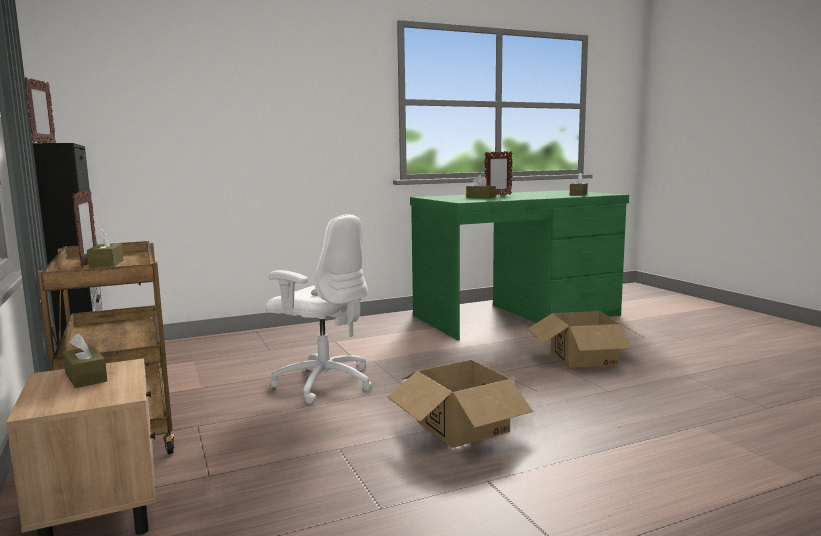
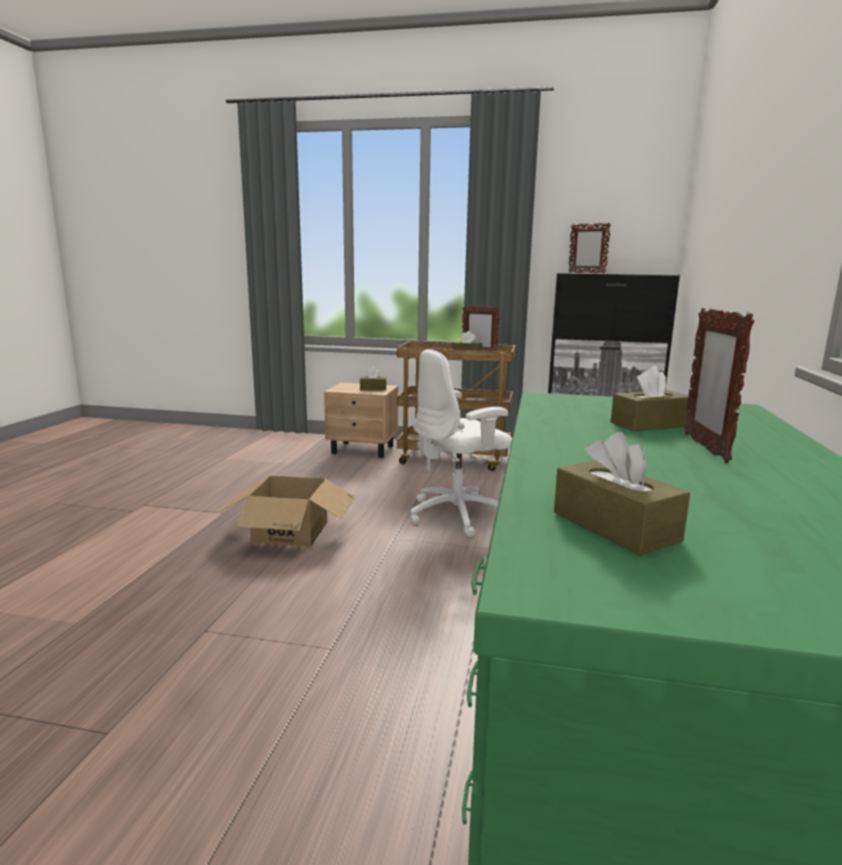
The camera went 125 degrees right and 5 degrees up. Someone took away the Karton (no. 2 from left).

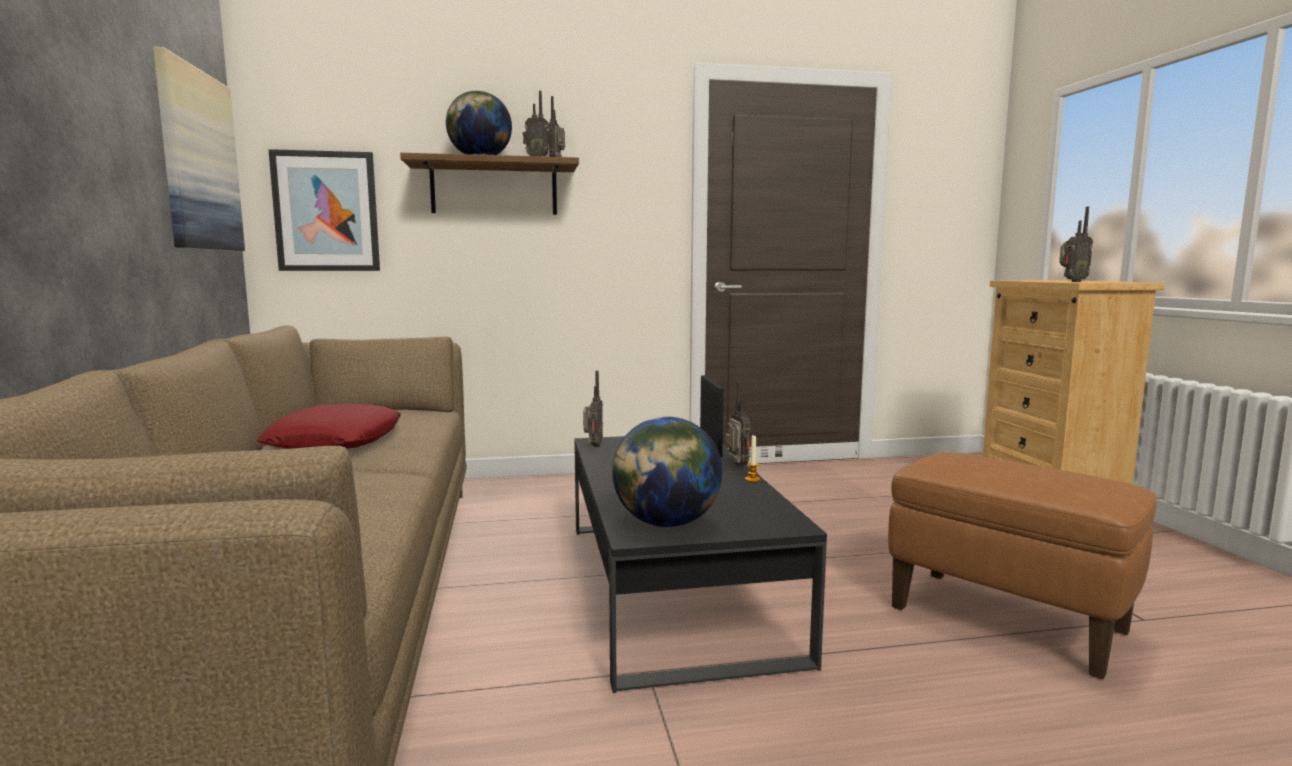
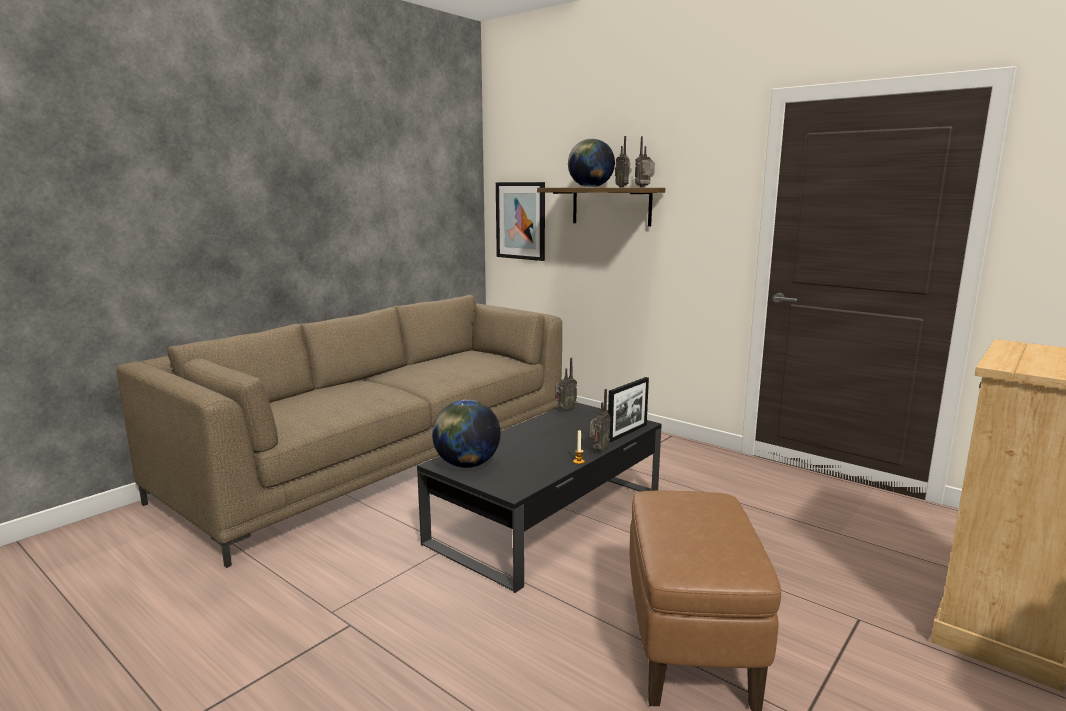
The camera went 50 degrees right and 5 degrees up. Someone took away the Bild (no. 1 from left). Someone took away the Kissen [rot]. Someone took away the Radio (no. 5 from left).

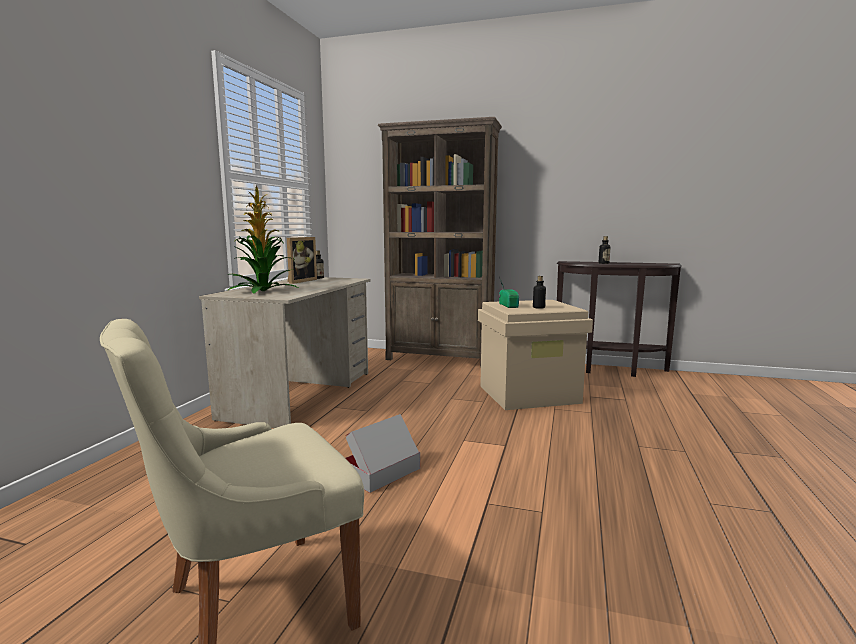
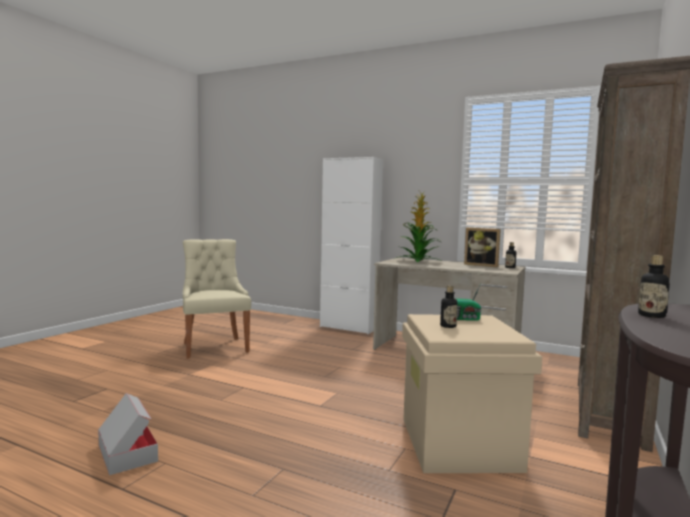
The camera went 100 degrees right and 5 degrees down. Someone carried the Karton. Someone put down the Schrank [weiß].

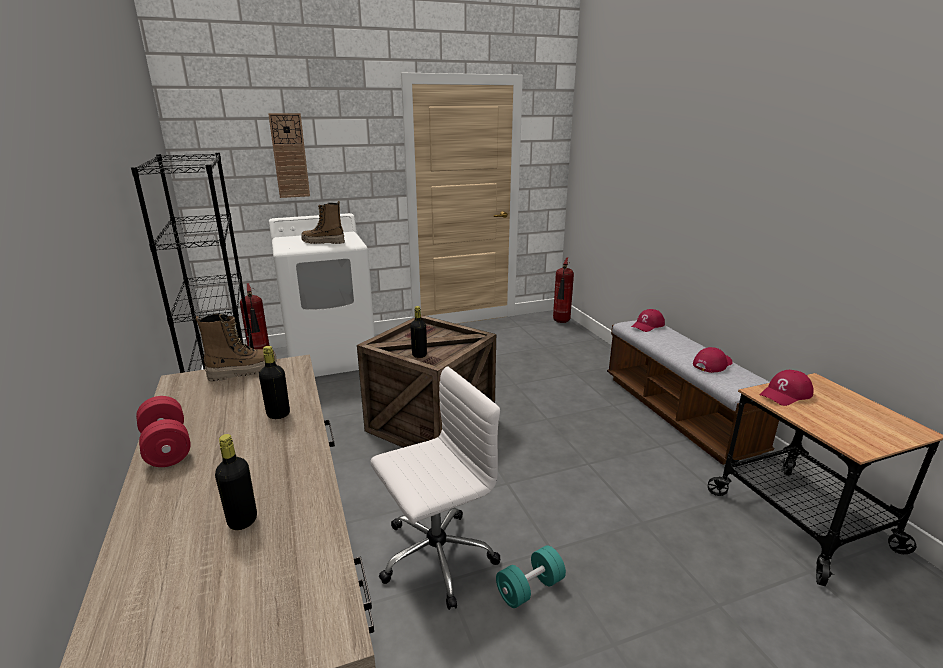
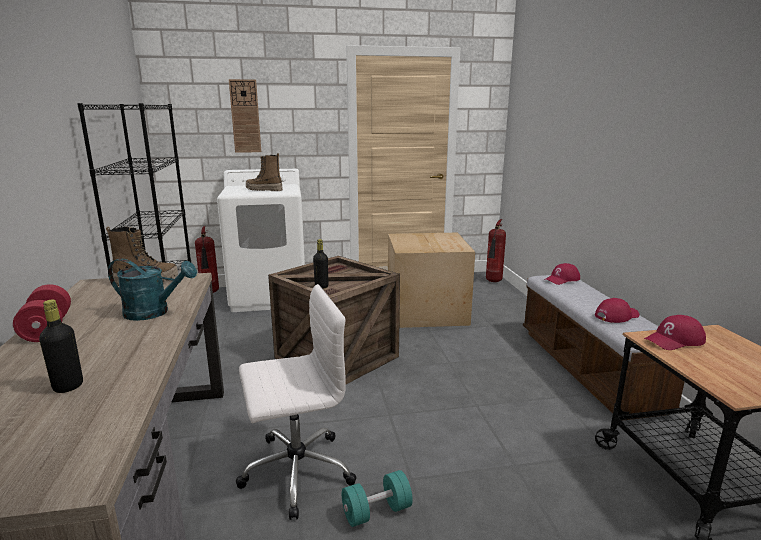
The camera went 10 degrees right and 5 degrees down. Someone swapped the Flasche [schwarz] (no. 2 from left) for the Gießkanne [türkis]. Someone put down the Karton.

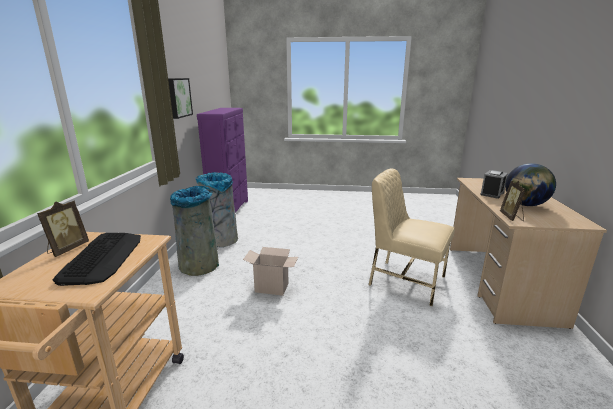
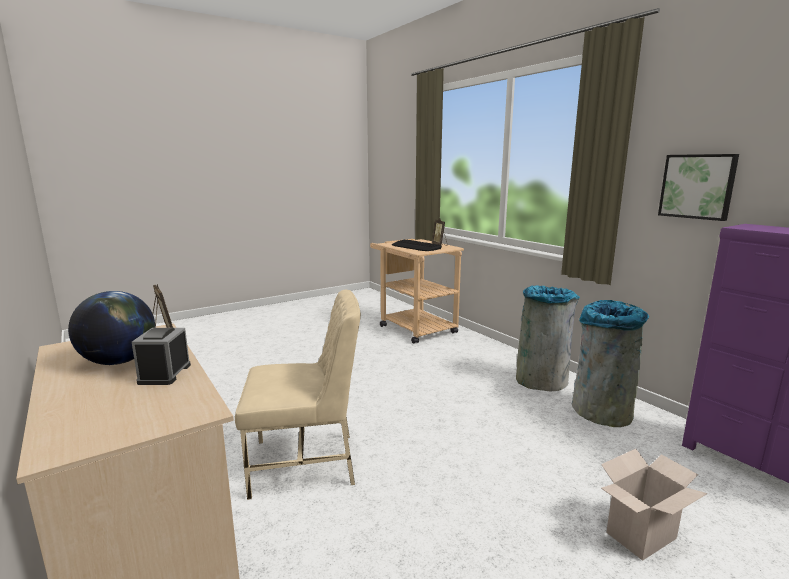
The camera went 140 degrees right and 5 degrees down. Someone carried the Karton.

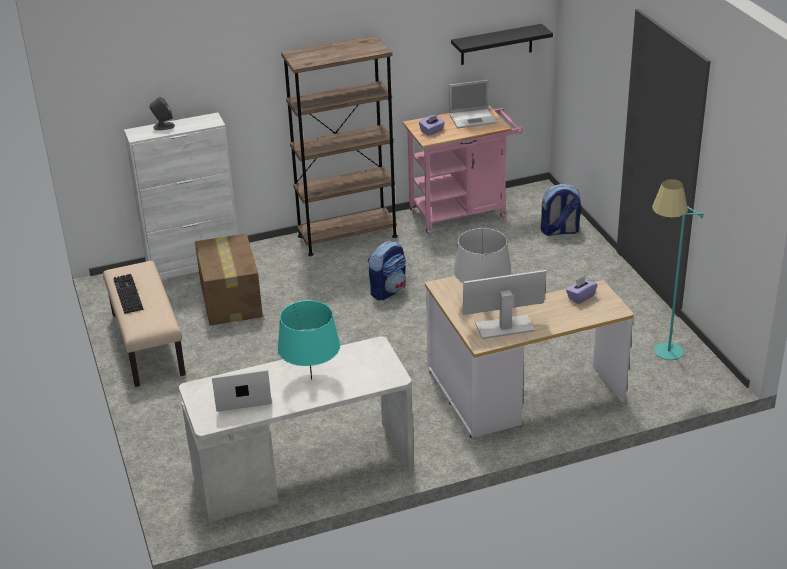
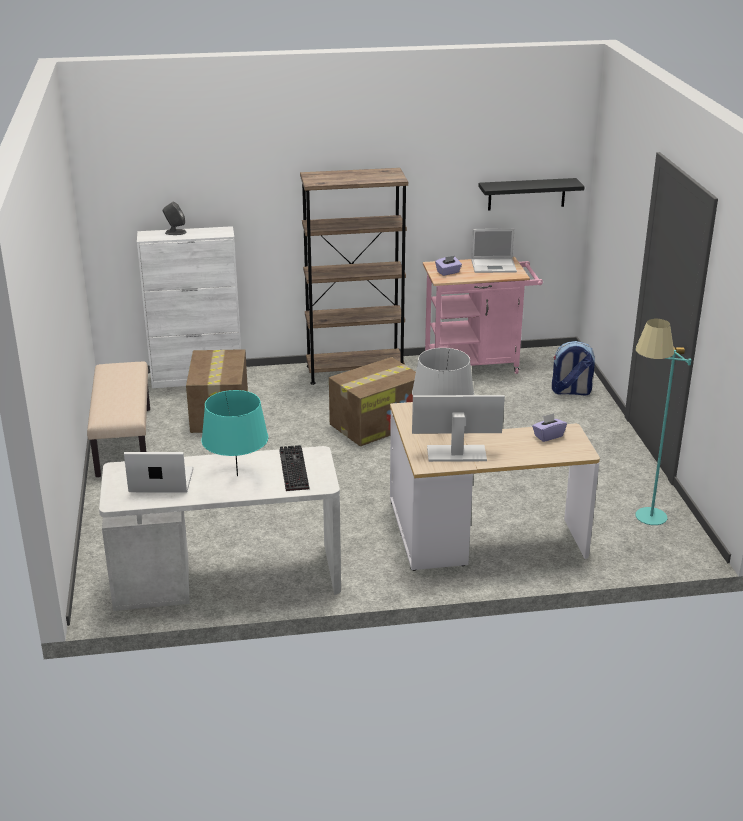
The camera went 10 degrees right and 5 degrees down. Someone carried the Tastatur. Someone swapped the Rucksack (no. 1 from left) for the Karton (no. 2 from left).

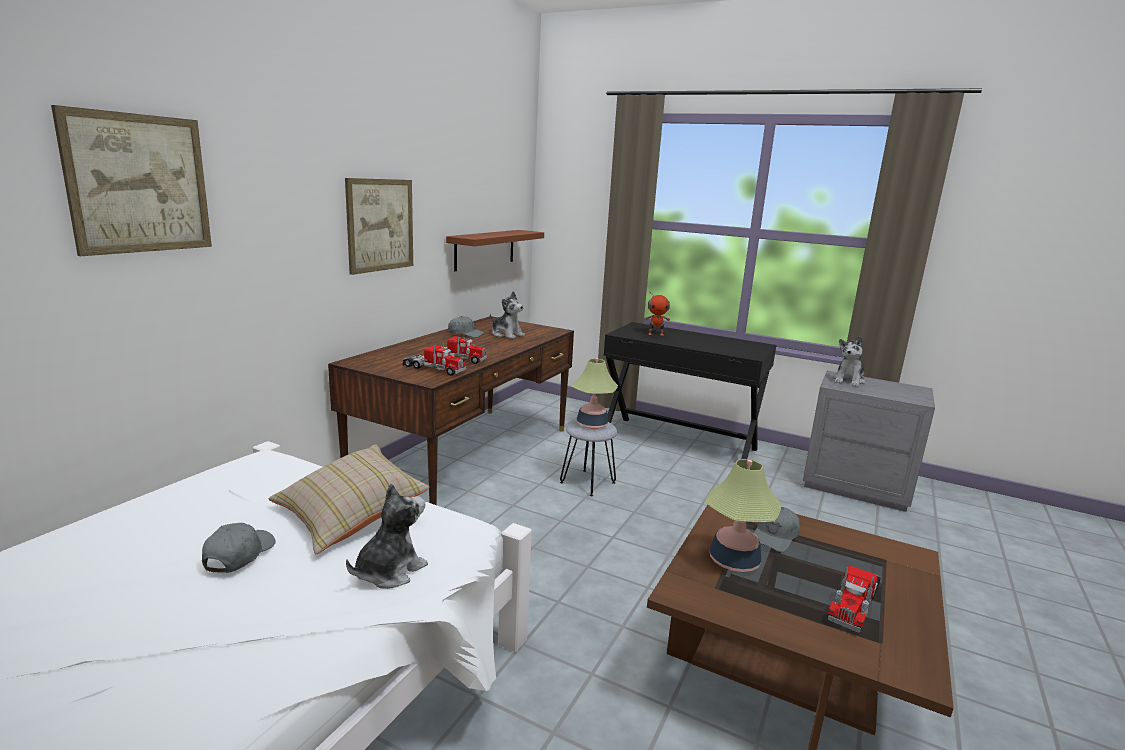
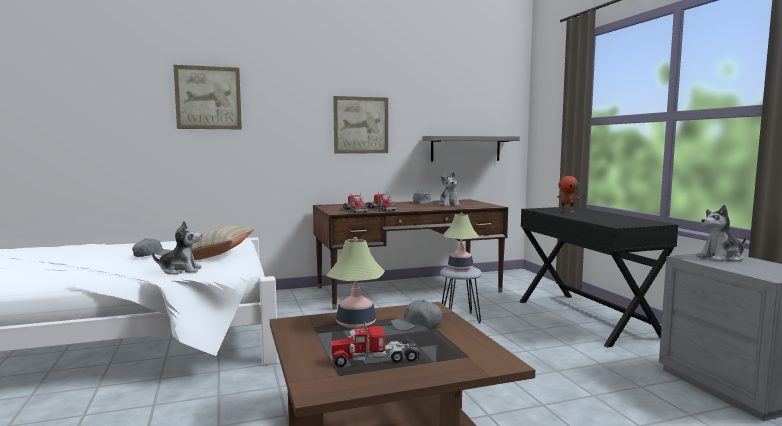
The camera went 45 degrees right and 10 degrees down. Someone repainted the Wandregal [braun], which became the Wandregal [grau].

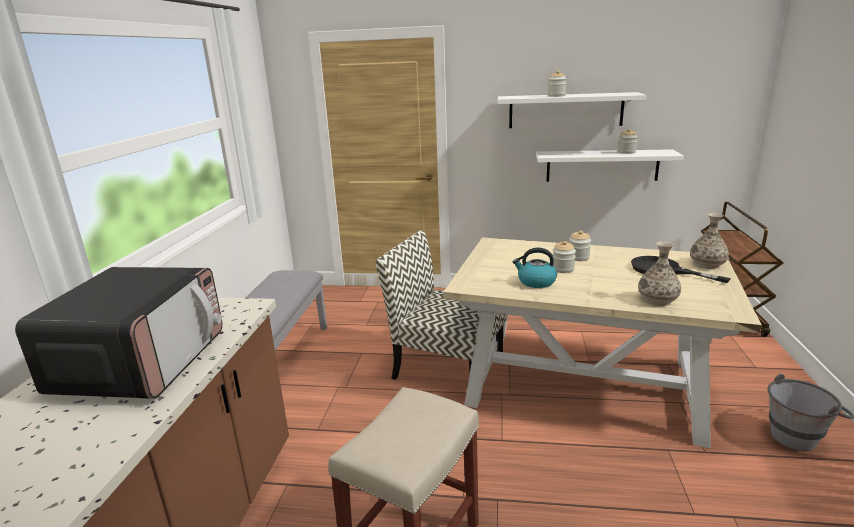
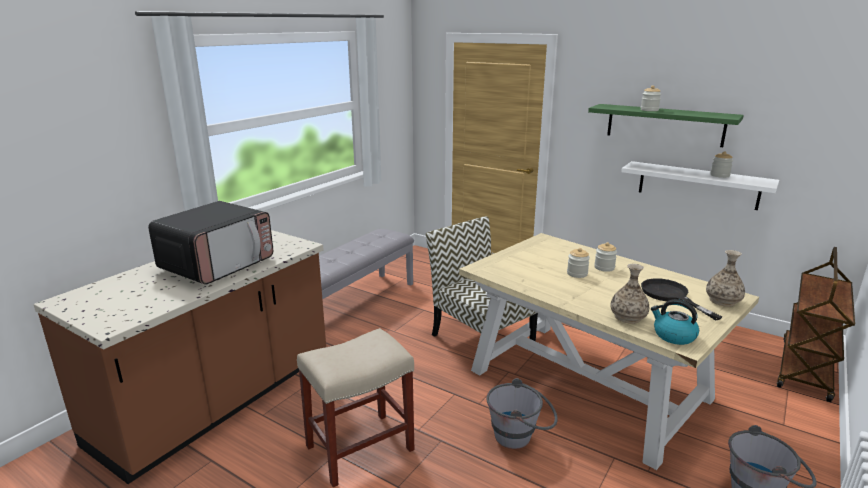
The camera went 25 degrees right and 0 degrees up. Someone put down the Eimer [grau] (no. 1 from left). Someone repainted the Wandregal [weiß] (no. 1 from left), which became the Wandregal [grün]. Someone carried the Wasserkessel.

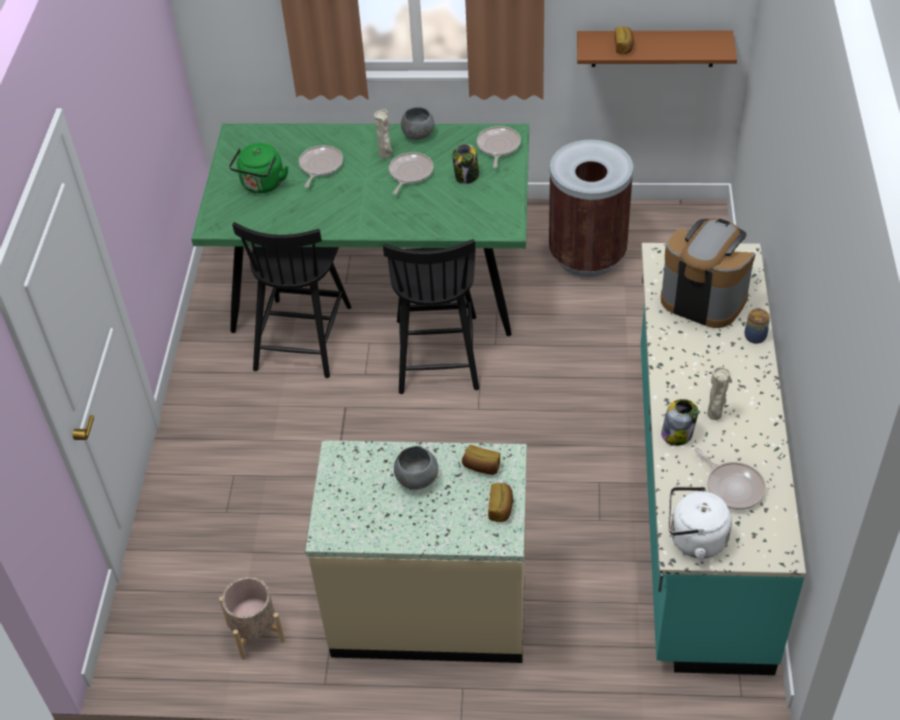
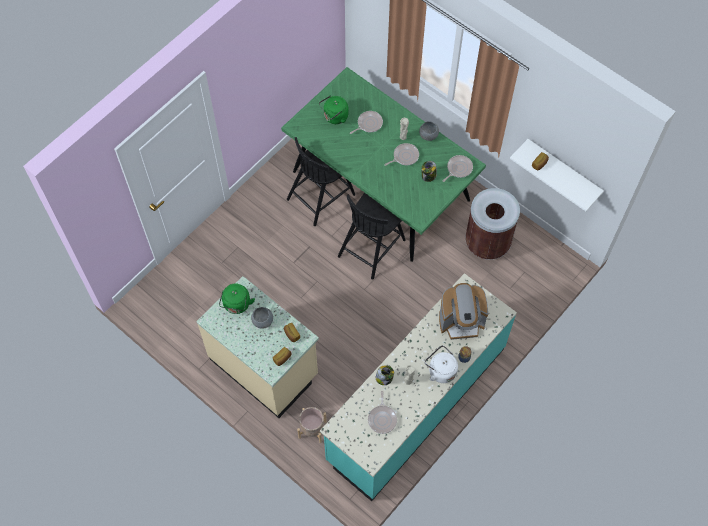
The camera went 35 degrees right and 15 degrees up. Someone put down the Wasserkessel [grün] (no. 1 from left). Someone carried the Pflanzkübel [beige]. Someone carried the Wasserkessel [weiß]. Someone rotated the Kaffeemaschine by 105 degrees clockwise. Someone repainted the Wandregal [braun], which became the Wandregal [weiß].

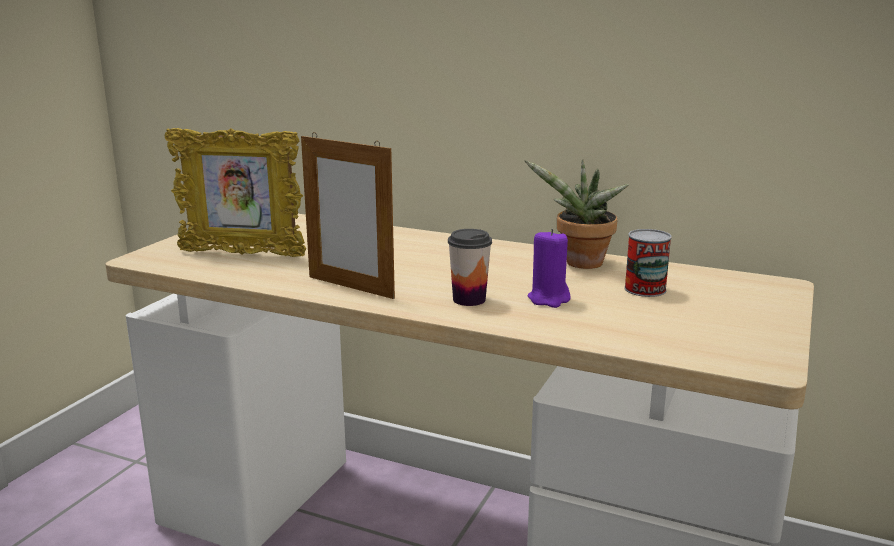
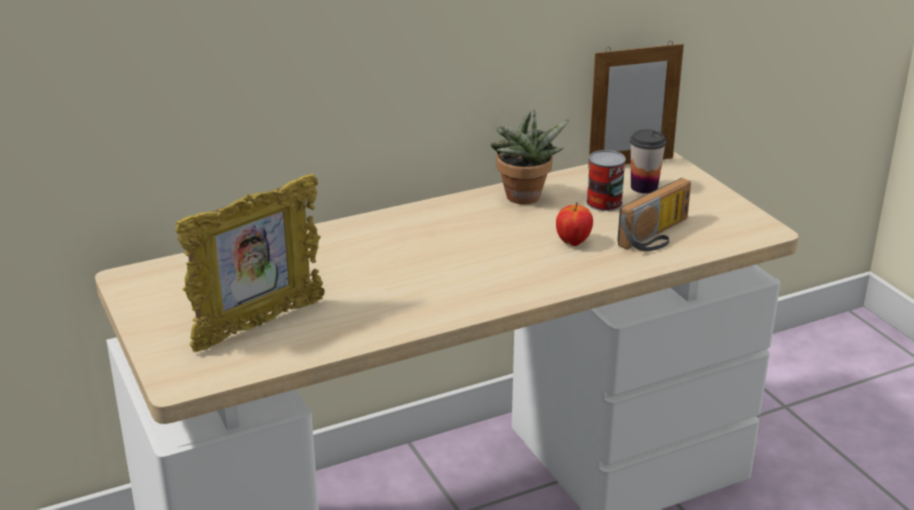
The camera went 50 degrees left and 10 degrees up. Someone swapped the Kerze [lila] for the Apfel. Someone carried the Bilderrahmen (no. 2 from left). Someone put down the Radio. Someone carried the Tasse.

